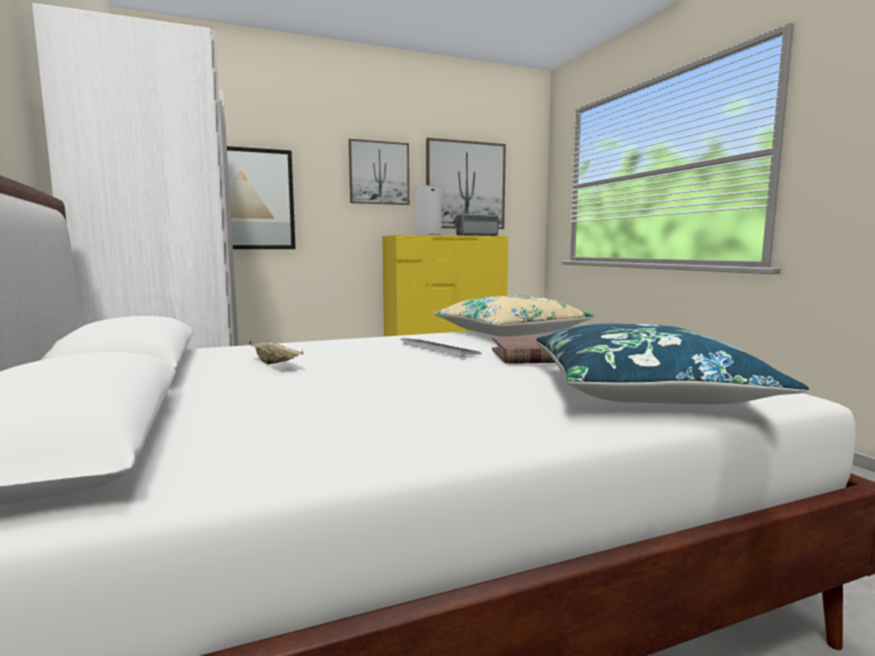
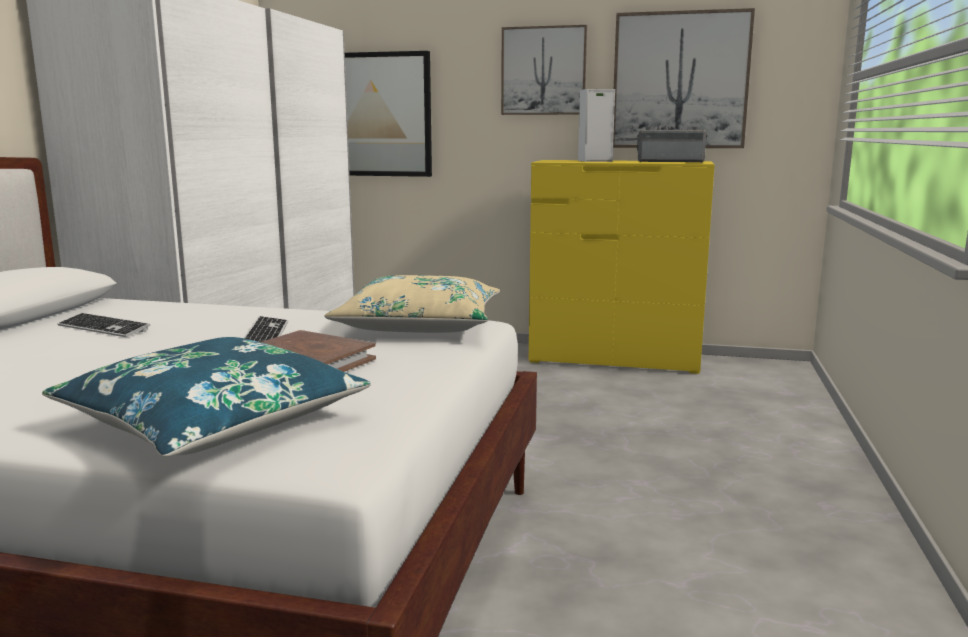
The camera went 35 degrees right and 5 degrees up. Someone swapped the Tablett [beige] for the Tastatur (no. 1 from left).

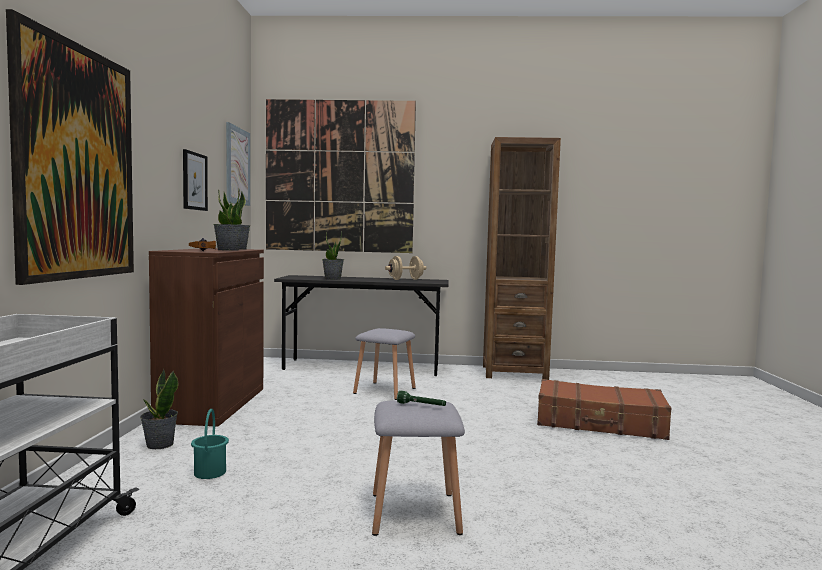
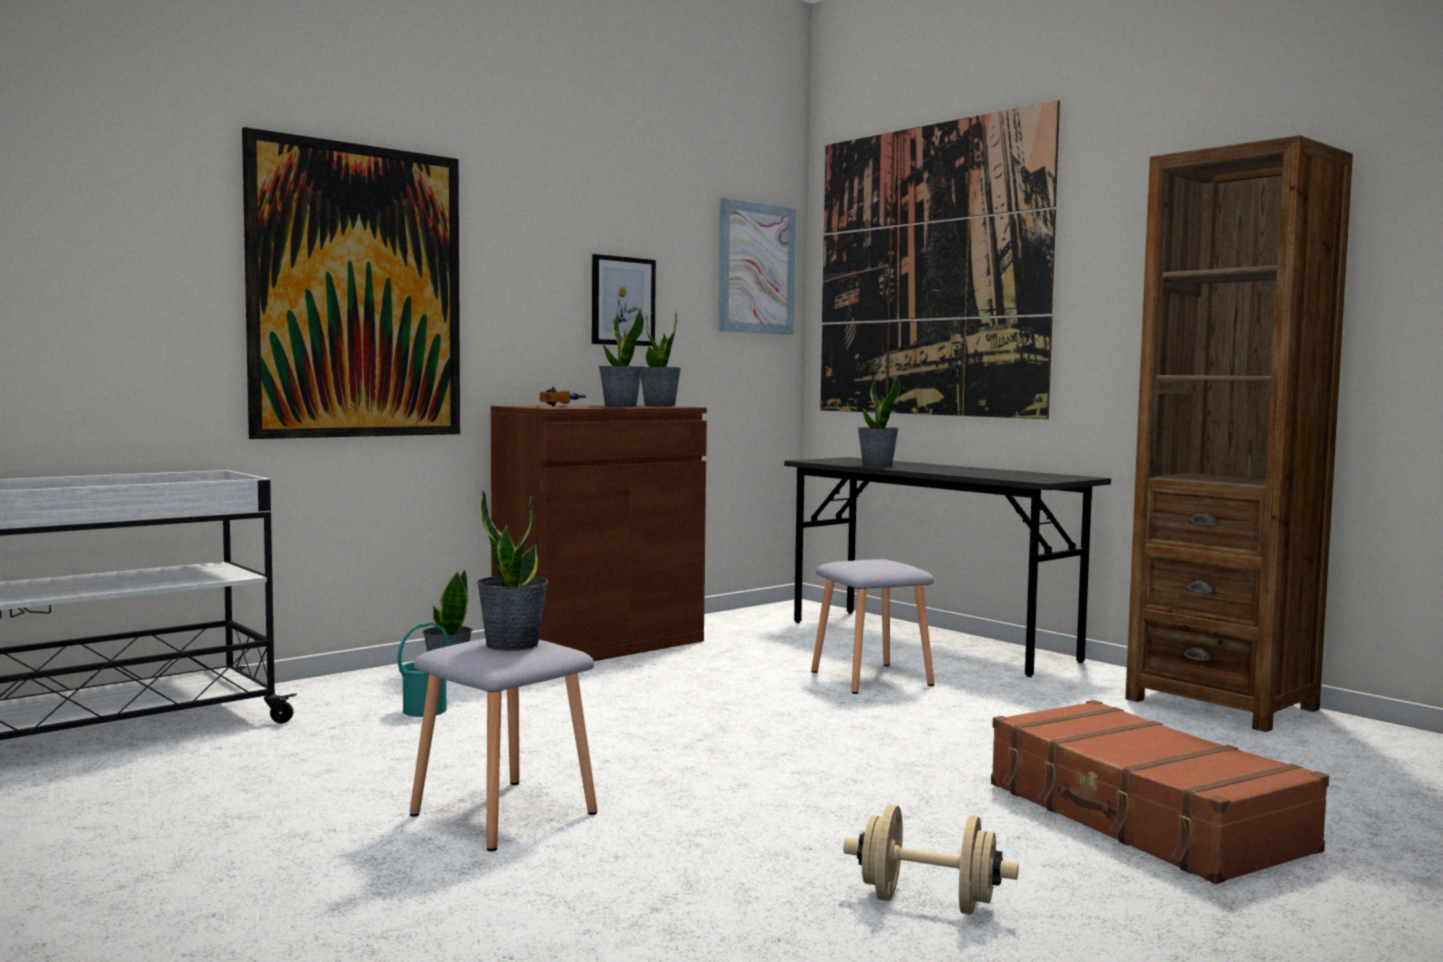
The camera went 45 degrees right and 0 degrees up. Someone swapped the Taschenlampe [grün] for the Topfpflanze (no. 2 from left). Someone carried the Hantel [beige].

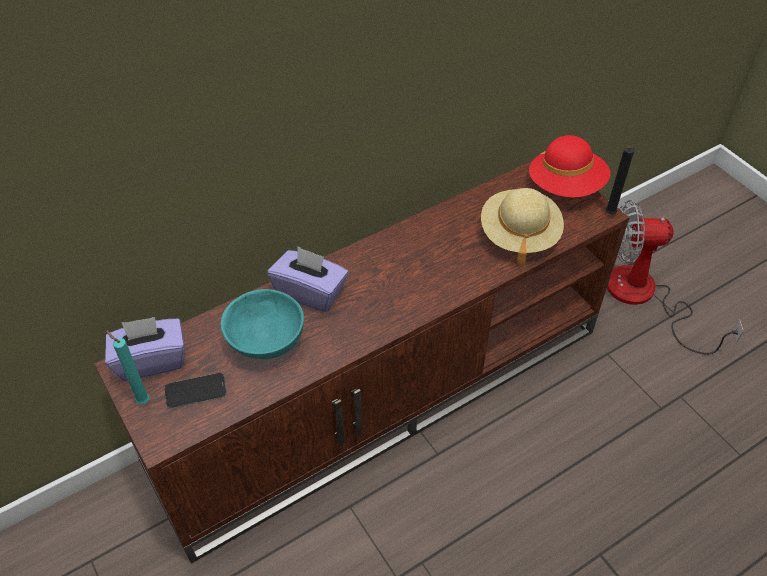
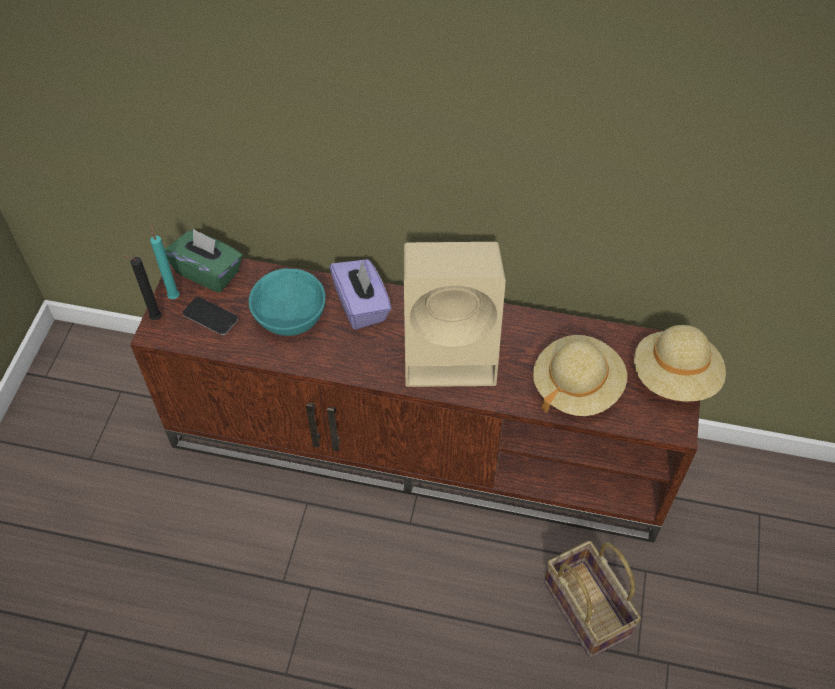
The camera went 45 degrees right and 5 degrees up. Someone carried the Kerze [schwarz]. Someone repainted the Taschentuchbox [lila] (no. 1 from left), which became the Taschentuchbox [grün]. Someone put down the Lautsprecher [beige]. Someone put down the Korb. Someone repainted the Hut [rot], which became the Hut [beige] (no. 2 from left). Someone took away the Ventilator.

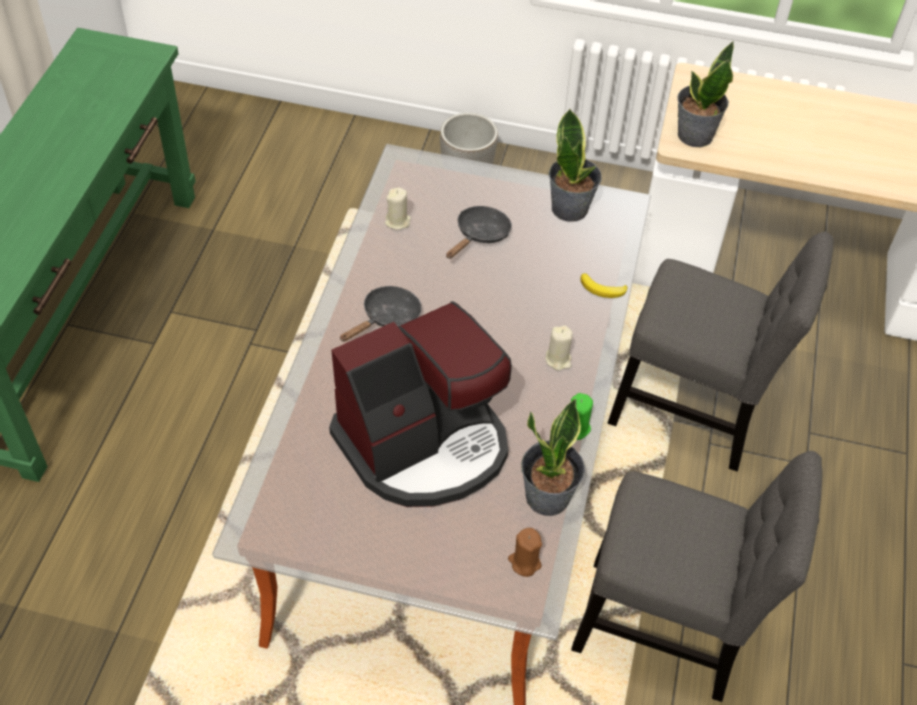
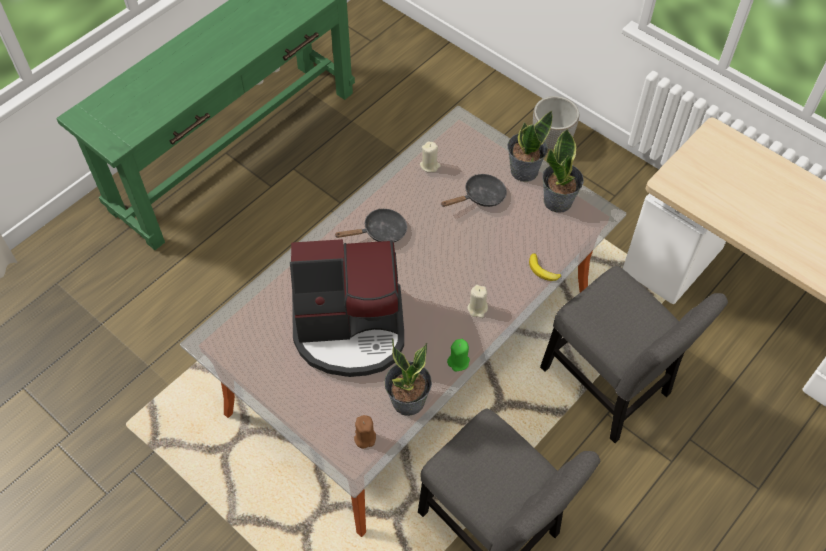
The camera went 30 degrees right and 5 degrees up. Someone carried the Topfpflanze (no. 3 from left in the first image).

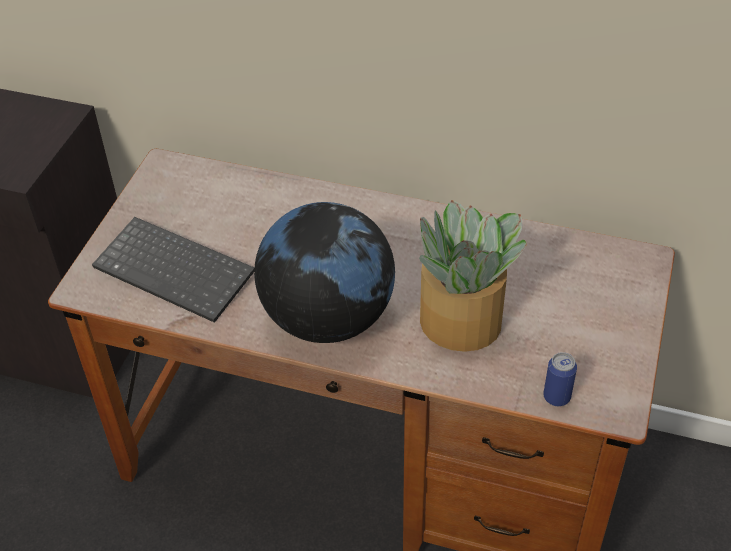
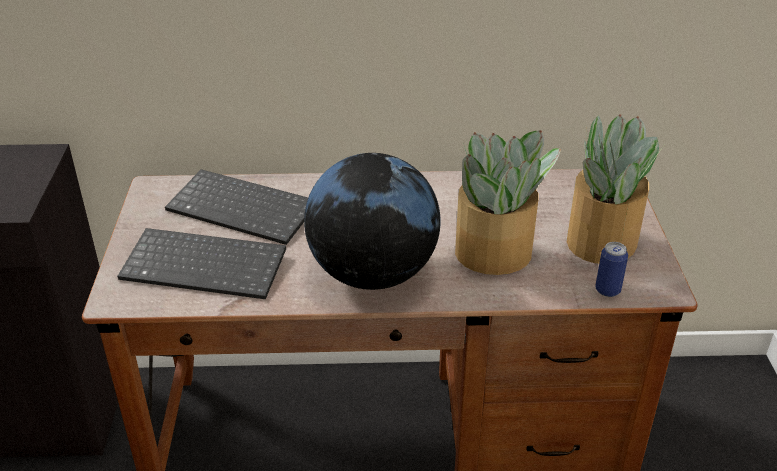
The camera went 20 degrees left and 10 degrees down. Someone put down the Tastatur (no. 2 from left). Someone put down the Topfpflanze (no. 2 from left).

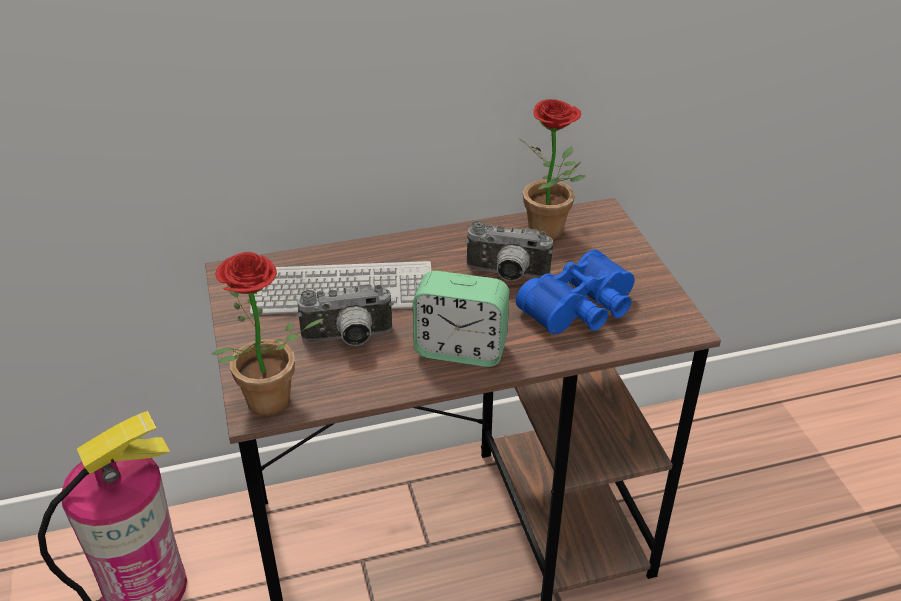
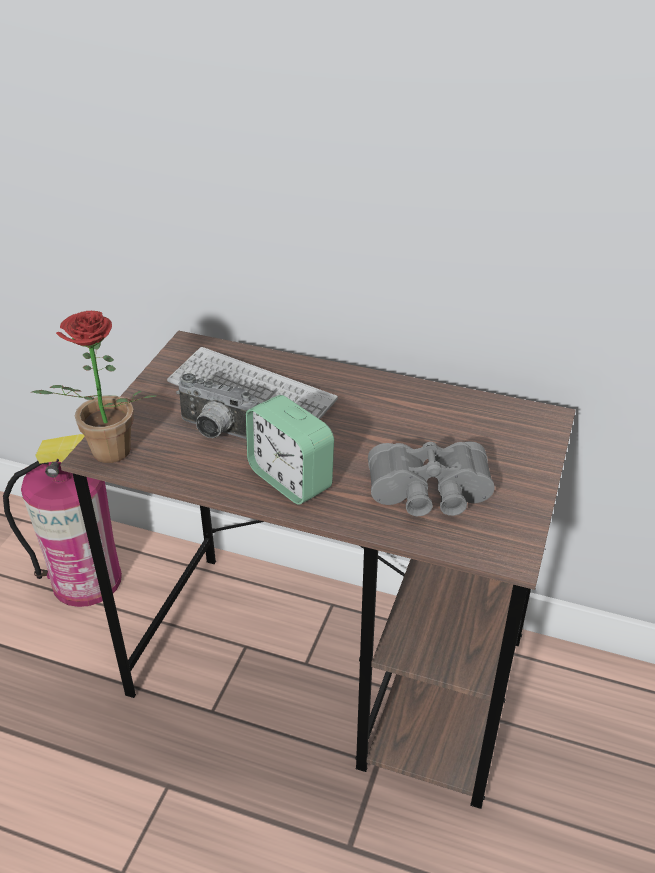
The camera went 35 degrees right and 0 degrees up. Someone repainted the Fernglas [blau], which became the Fernglas [grau]. Someone took away the Kamera (no. 2 from left). Someone took away the Topfpflanze (no. 2 from left).

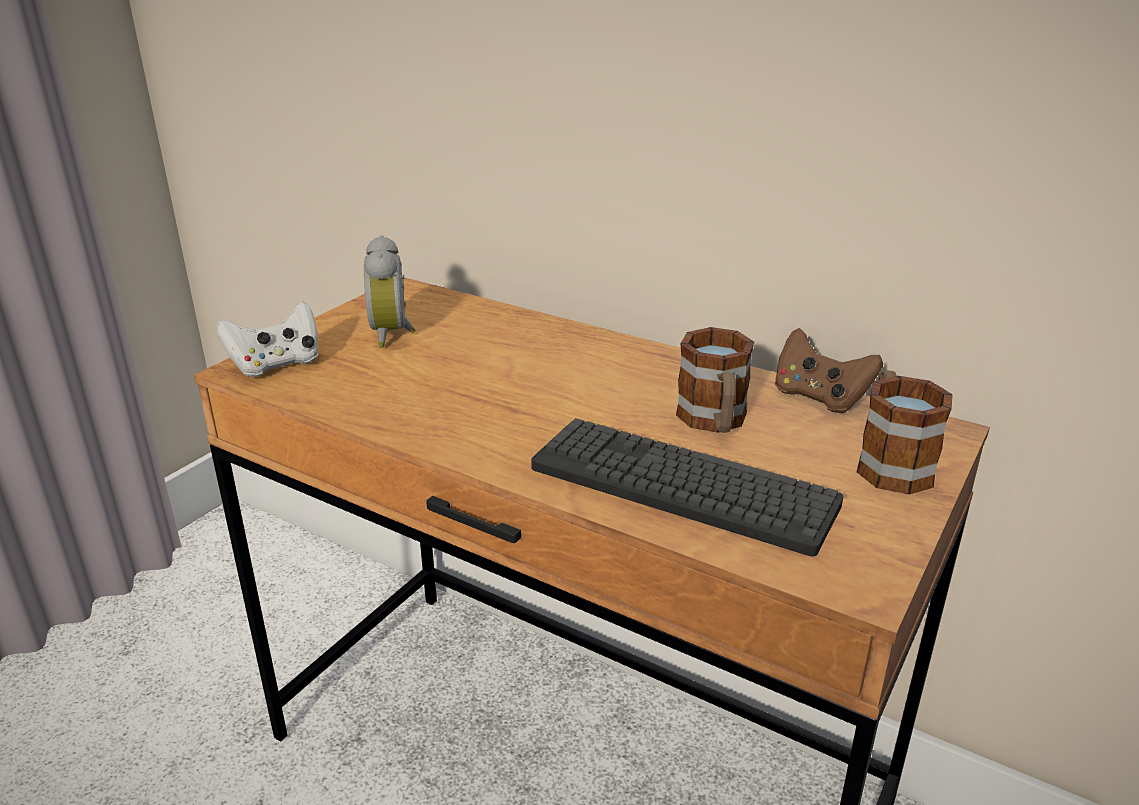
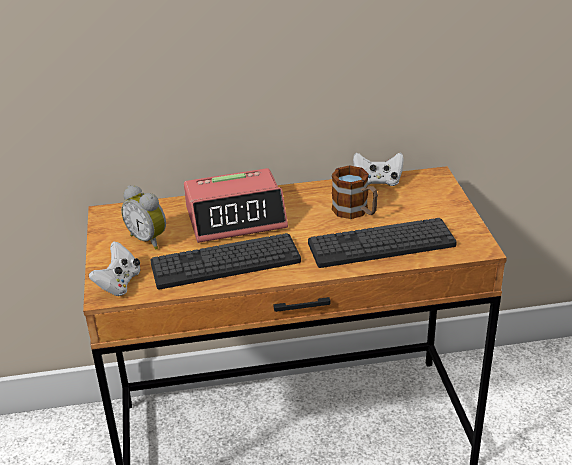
The camera went 40 degrees left and 5 degrees up. Someone put down the Tastatur (no. 1 from left). Someone put down the Wecker (no. 2 from left). Someone repainted the Gamepad [braun], which became the Gamepad [weiß] (no. 2 from left). Someone took away the Henkelbecher (no. 2 from left).

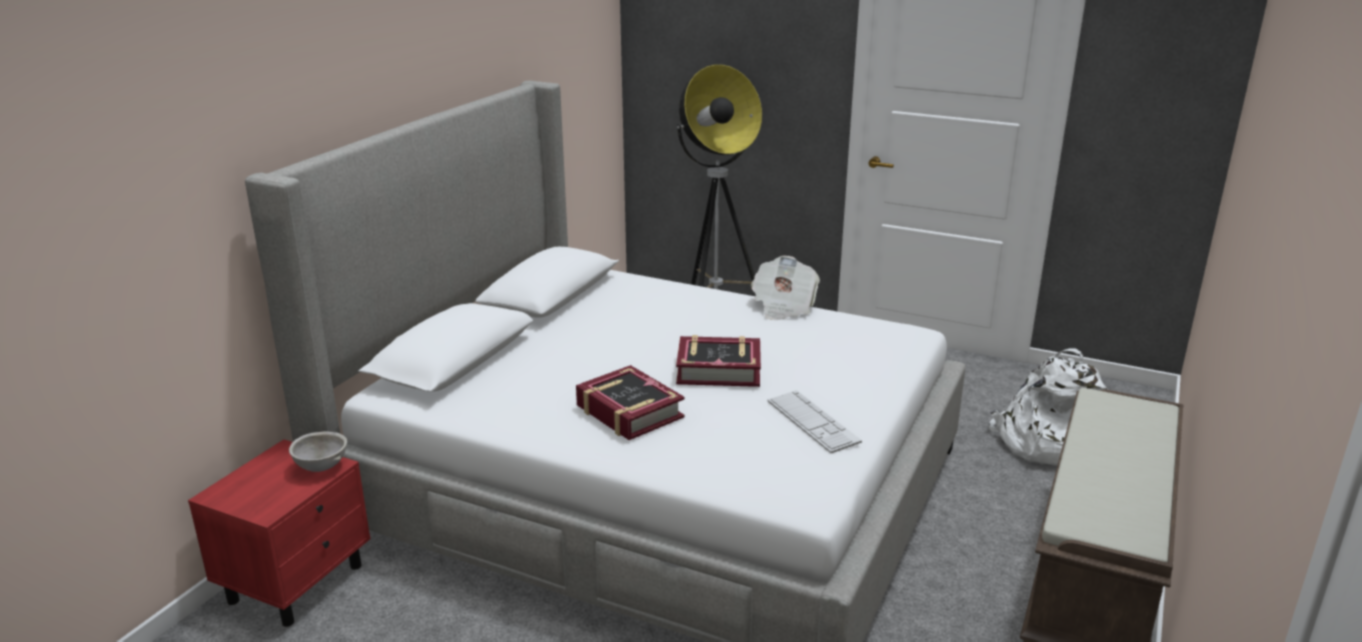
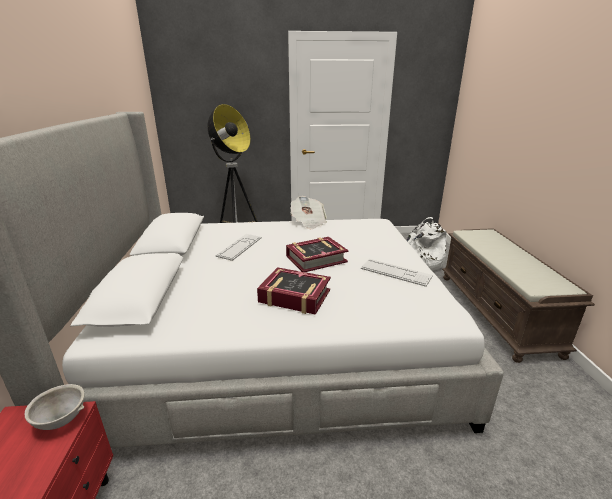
The camera went 30 degrees left and 0 degrees up. Someone put down the Tastatur (no. 1 from left).

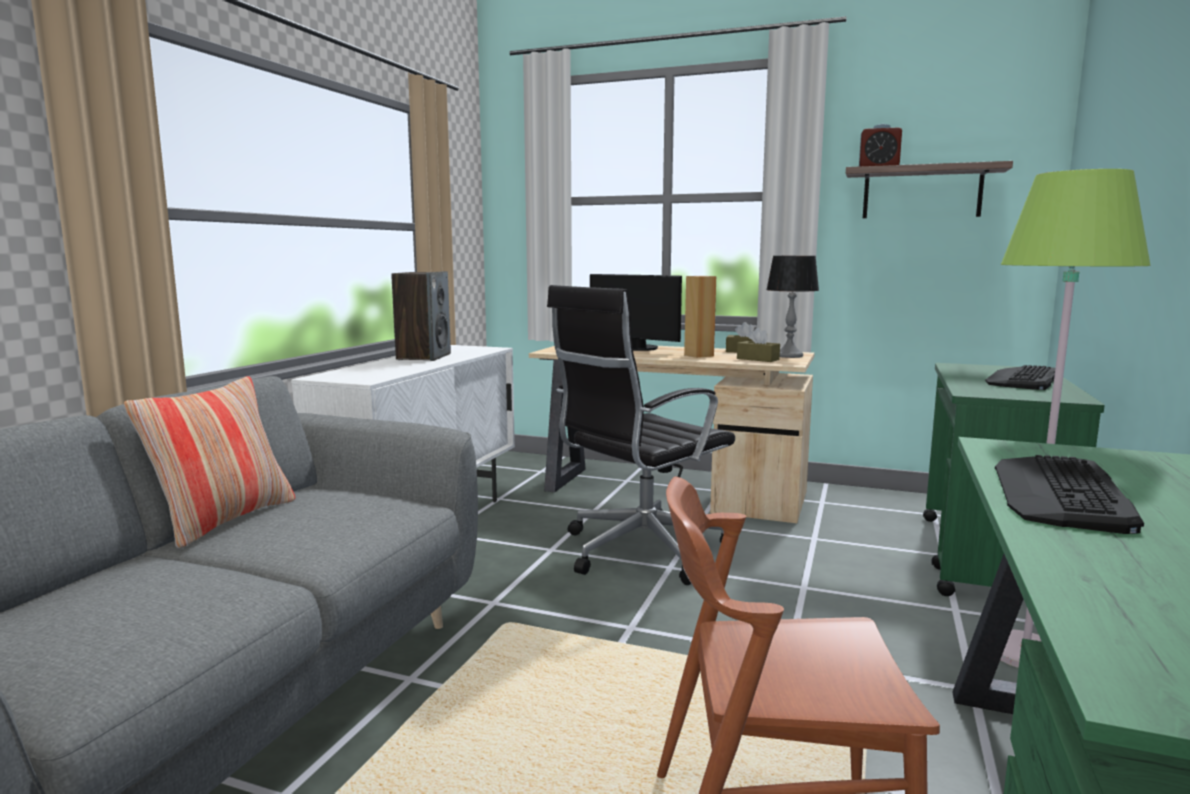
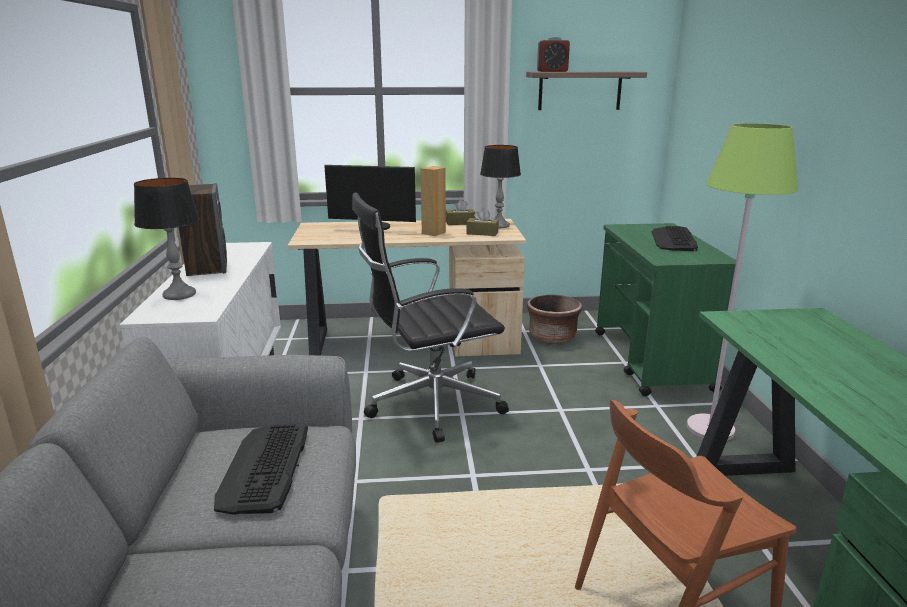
The camera went 25 degrees left and 10 degrees up. Someone put down the Tischlampe (no. 1 from left). Someone carried the Tastatur (no. 2 from left in the first image). Someone rotated the Bürostuhl [schwarz] by 45 degrees clockwise. Someone put down the Pflanzkübel [braun]. Someone took away the Kissen.

